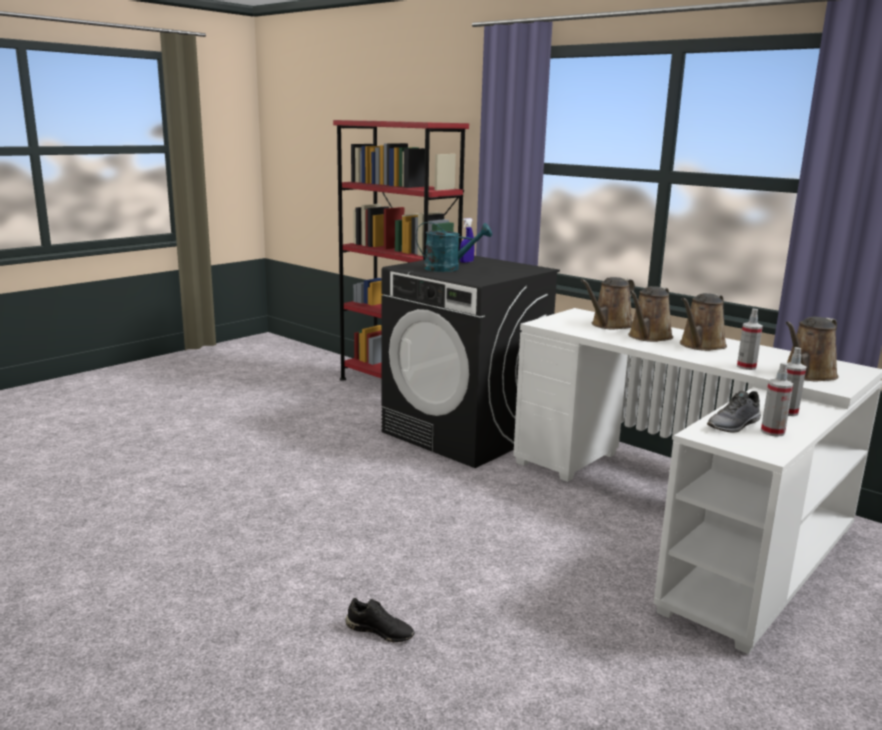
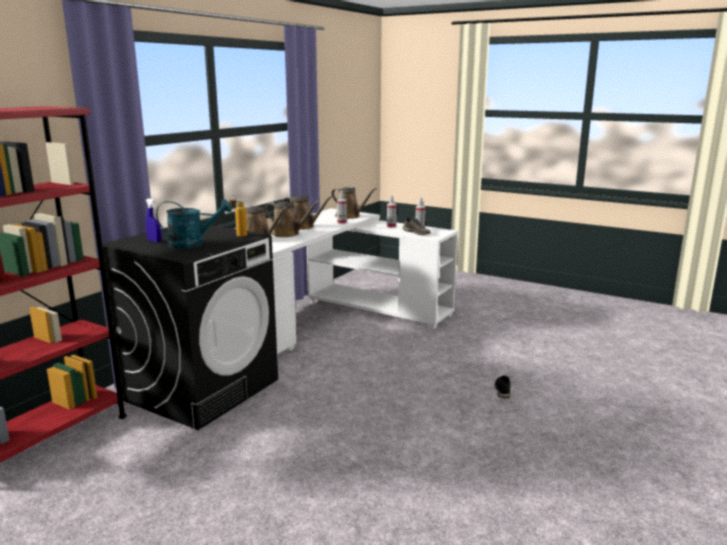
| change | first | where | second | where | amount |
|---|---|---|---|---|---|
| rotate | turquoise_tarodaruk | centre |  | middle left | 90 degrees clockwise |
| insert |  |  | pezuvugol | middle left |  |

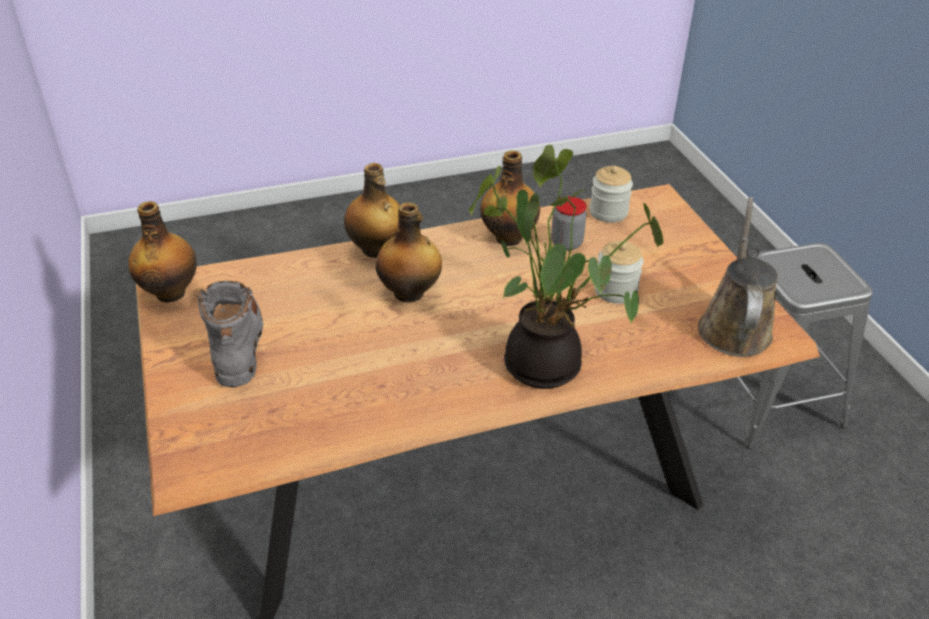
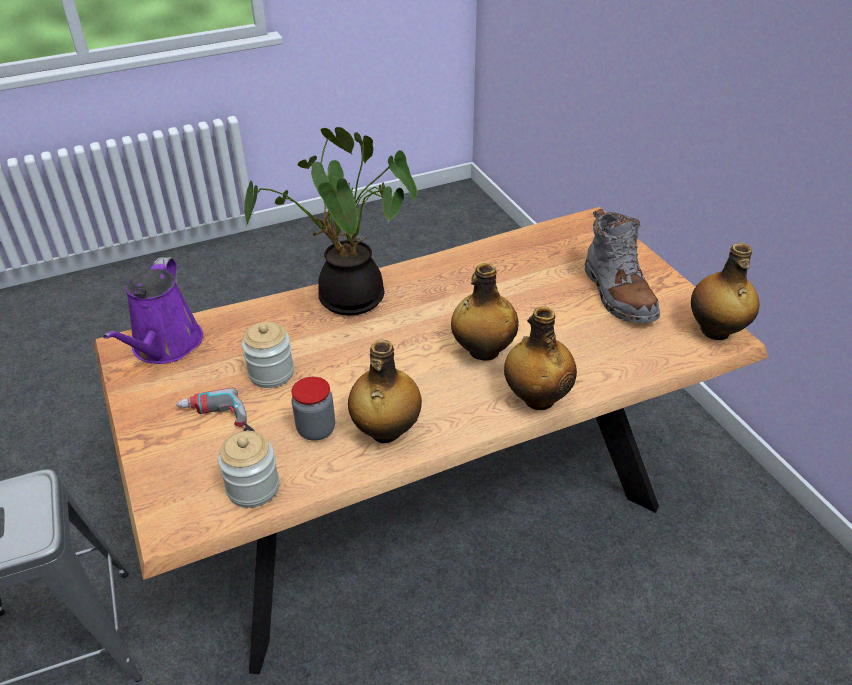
| change | first | where | second | where | amount |
|---|---|---|---|---|---|
| recolor | brown_tarodaruk | middle right | purple_tarodaruk | middle left |  |
| insert |  |  | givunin | middle left |  |

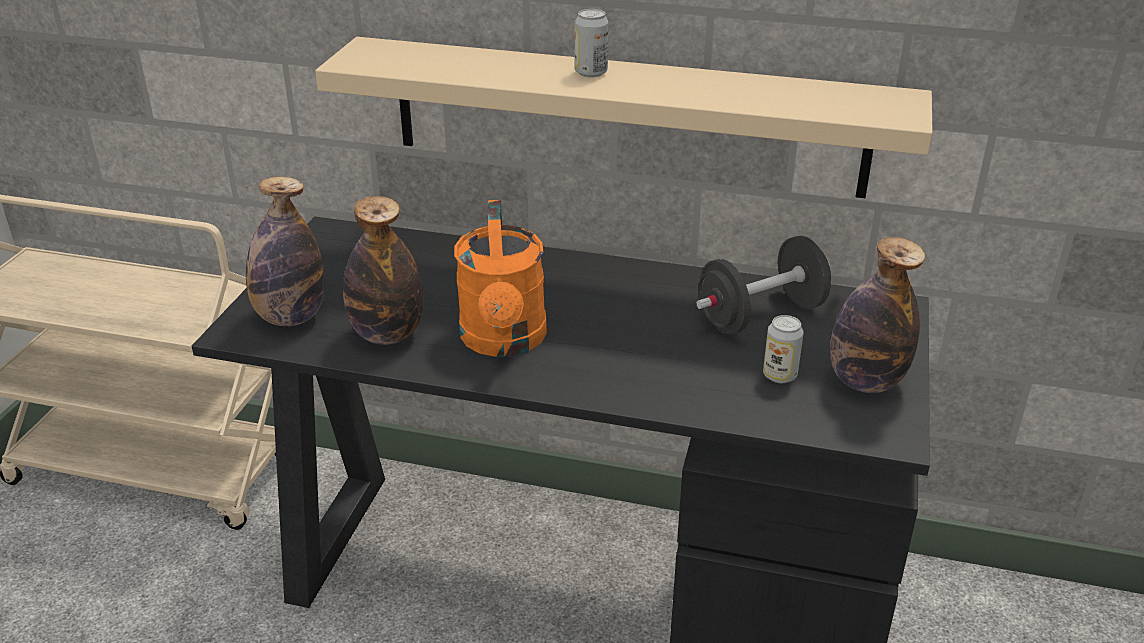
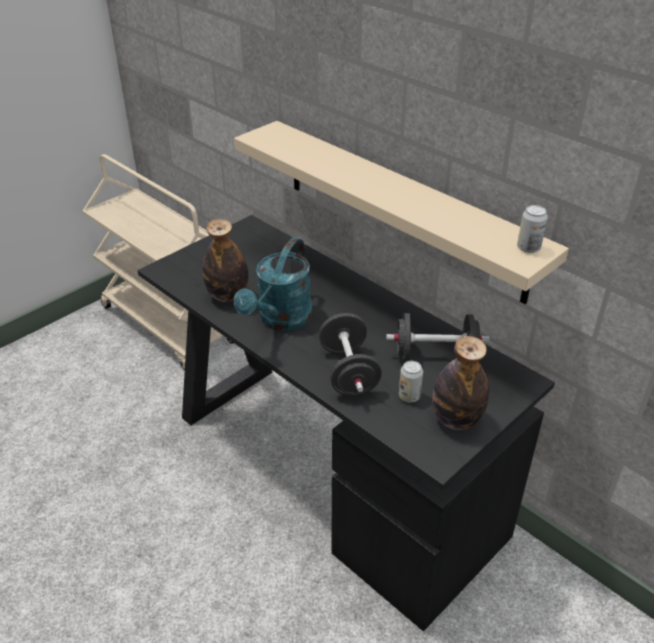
| change | first | where | second | where | amount |
|---|---|---|---|---|---|
| move | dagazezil (1st from left in the first image) | top centre | dagazezil (2nd from left) | middle right |  |
| delete | pezuvugol (1st from left) | middle left |  |  |  |
| recolor | orange_tarodaruk | centre | turquoise_tarodaruk | centre |  |
| insert |  |  | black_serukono (1st from left) | centre |  |

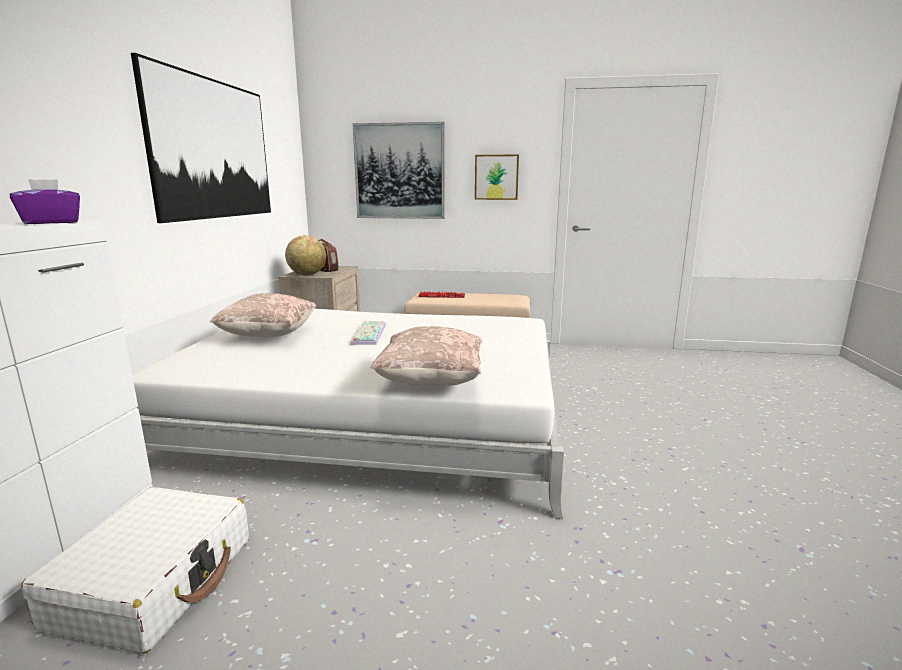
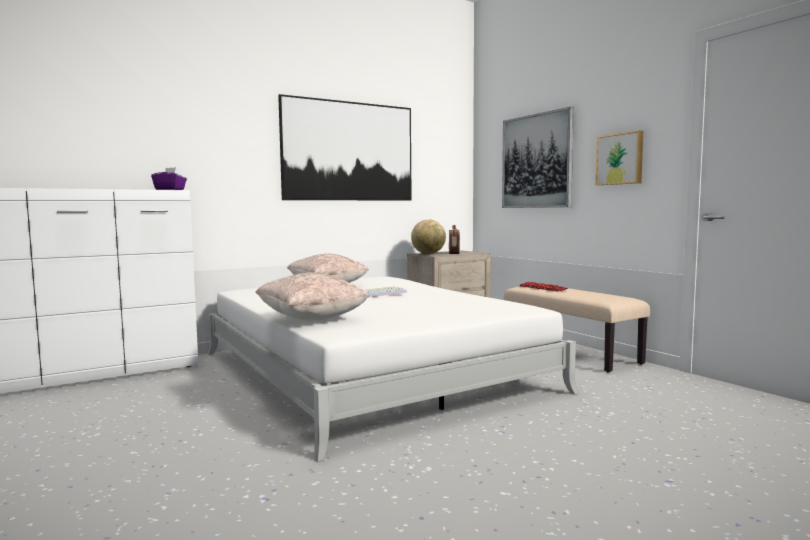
| change | first | where | second | where | amount |
|---|---|---|---|---|---|
| delete | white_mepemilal | bottom left |  |  |  |

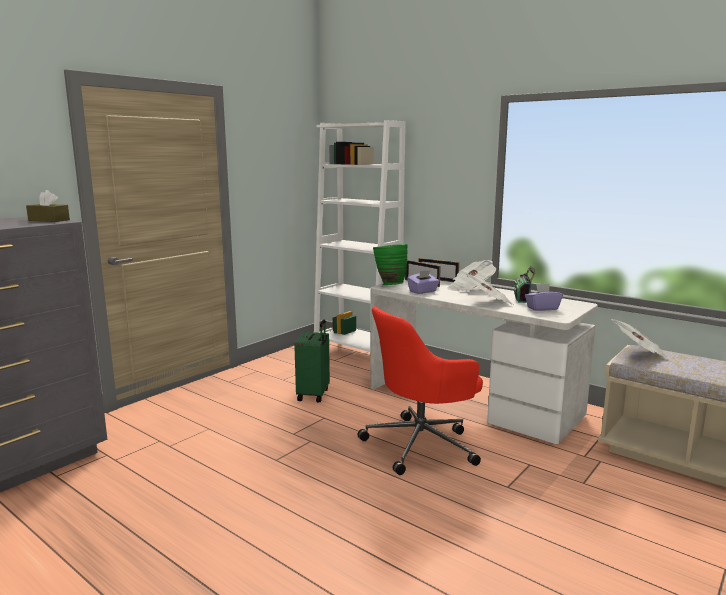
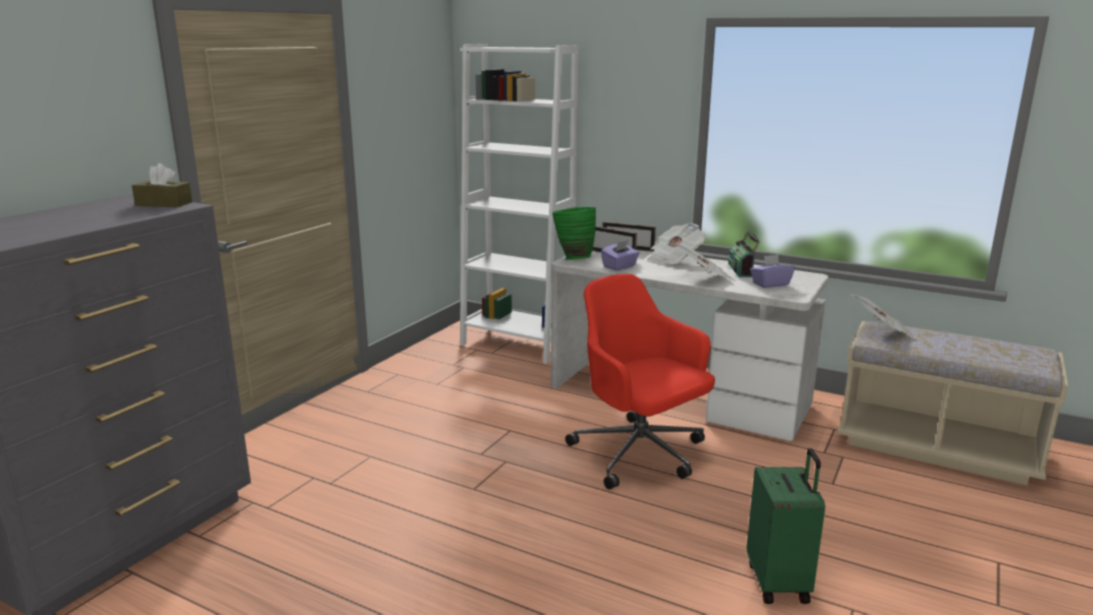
| change | first | where | second | where | amount |
|---|---|---|---|---|---|
| rotate | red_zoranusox | centre |  | centre | 90 degrees clockwise |
| move | green_mepemilal | centre |  | bottom right |  |

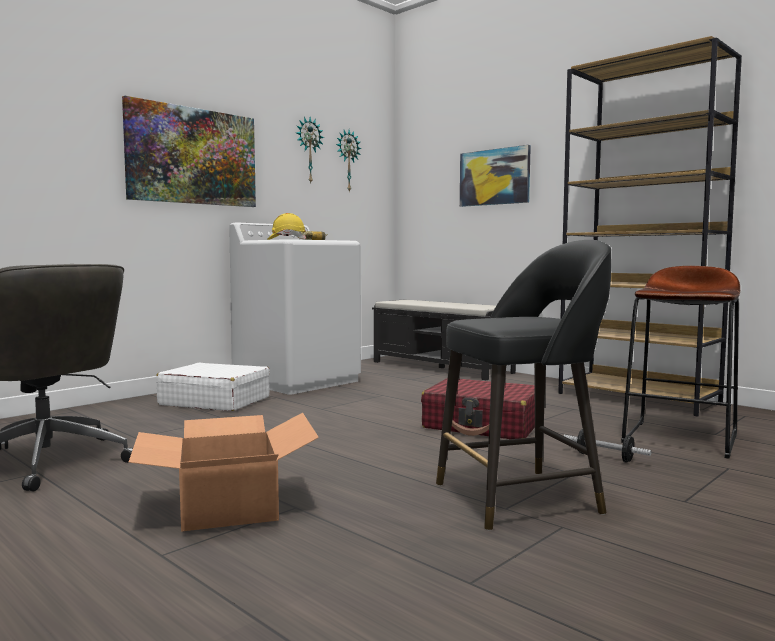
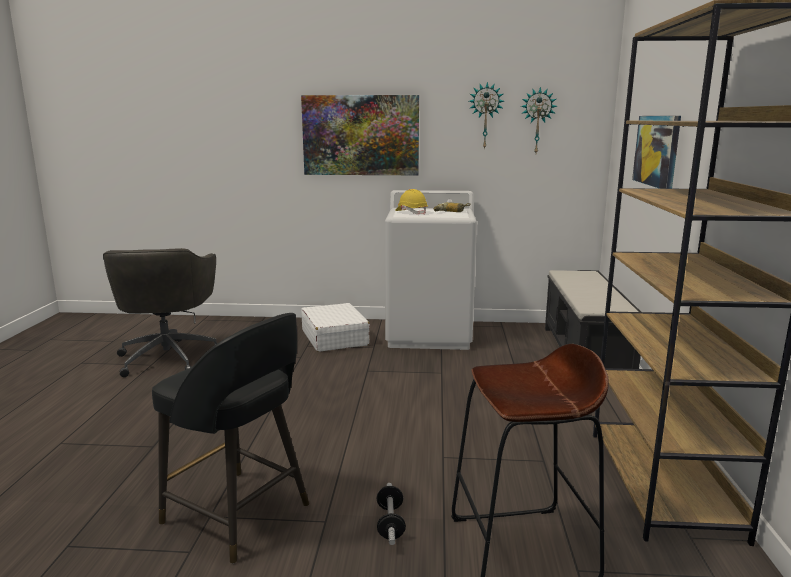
| change | first | where | second | where | amount |
|---|---|---|---|---|---|
| delete | red_mepemilal | centre |  |  |  |
| delete | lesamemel | bottom left |  |  |  |

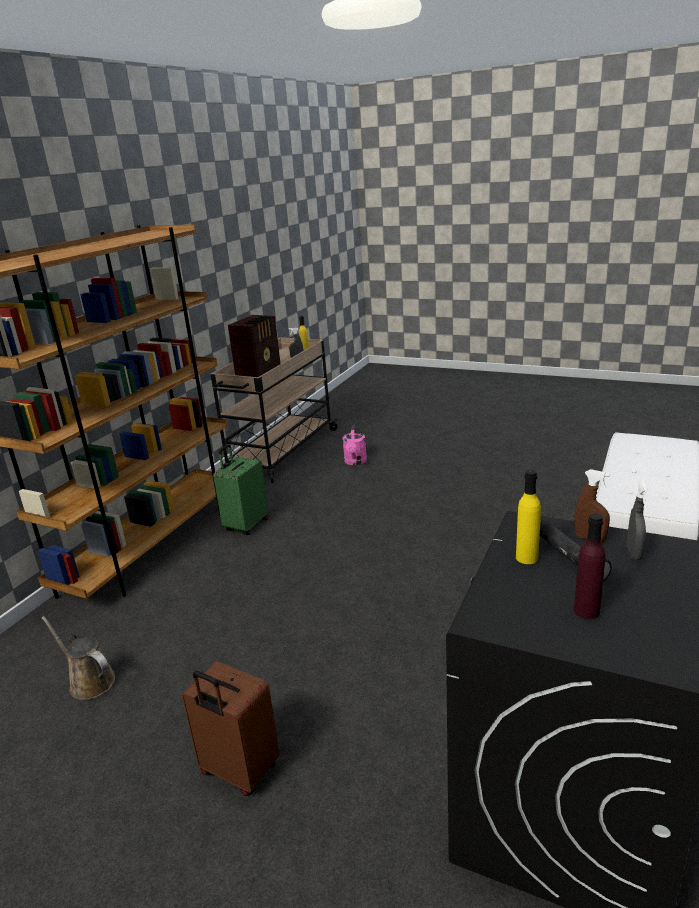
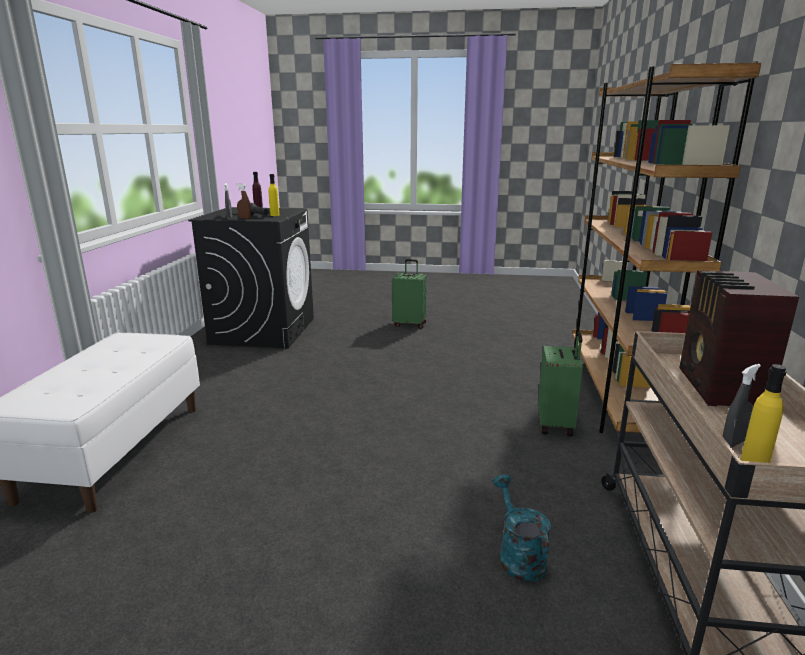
| change | first | where | second | where | amount |
|---|---|---|---|---|---|
| recolor | pink_tarodaruk | centre | turquoise_tarodaruk | bottom centre |  |
| delete | brown_tarodaruk | bottom left |  |  |  |
| recolor | brown_mepemilal | bottom left | green_mepemilal (1st from left) | centre |  |

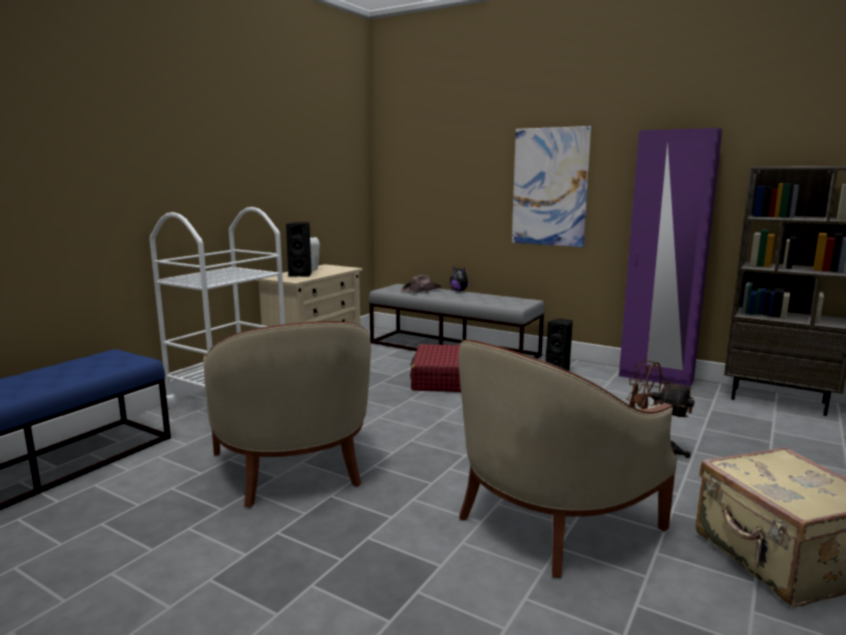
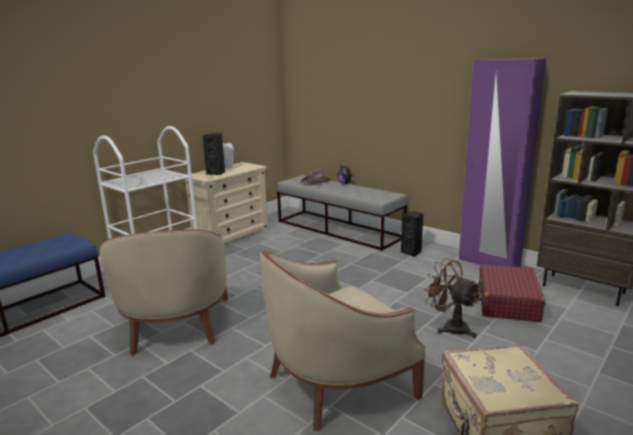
| change | first | where | second | where | amount |
|---|---|---|---|---|---|
| delete | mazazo | top centre |  |  |  |
| move | red_mepemilal | centre |  | bottom right |  |

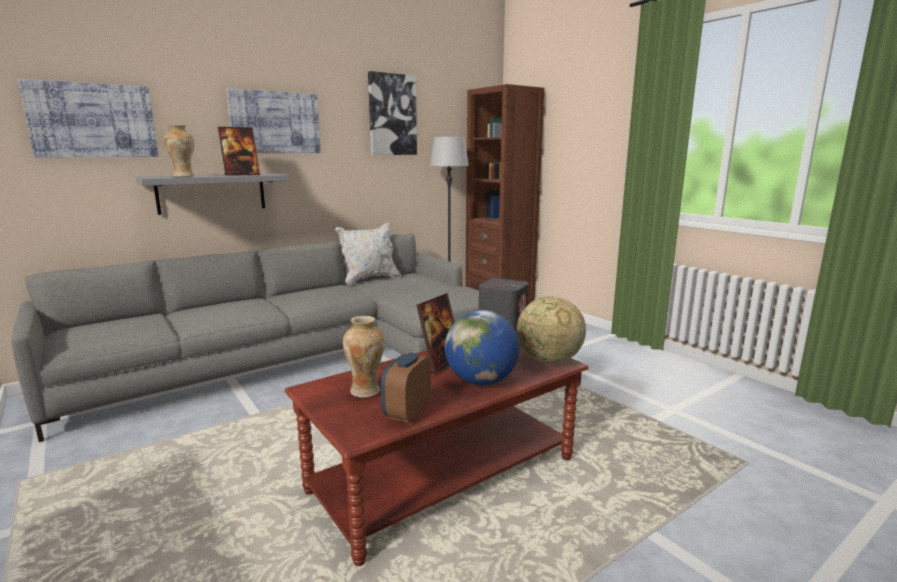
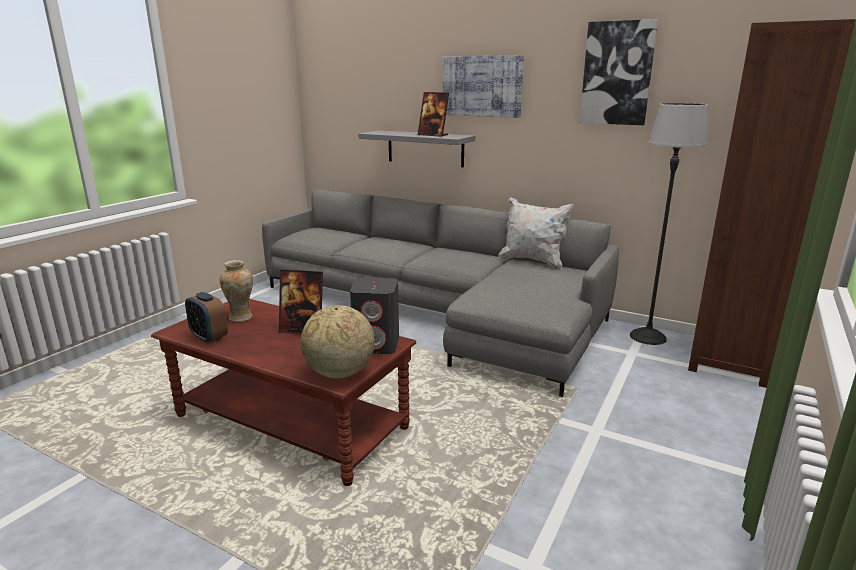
| change | first | where | second | where | amount |
|---|---|---|---|---|---|
| delete | mazazo (1st from left) | top left |  |  |  |
| delete | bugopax (1st from left) | top left |  |  |  |
| delete | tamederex (1st from left) | centre |  |  |  |
| rotate | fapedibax | bottom centre |  | middle left | 135 degrees counterclockwise |

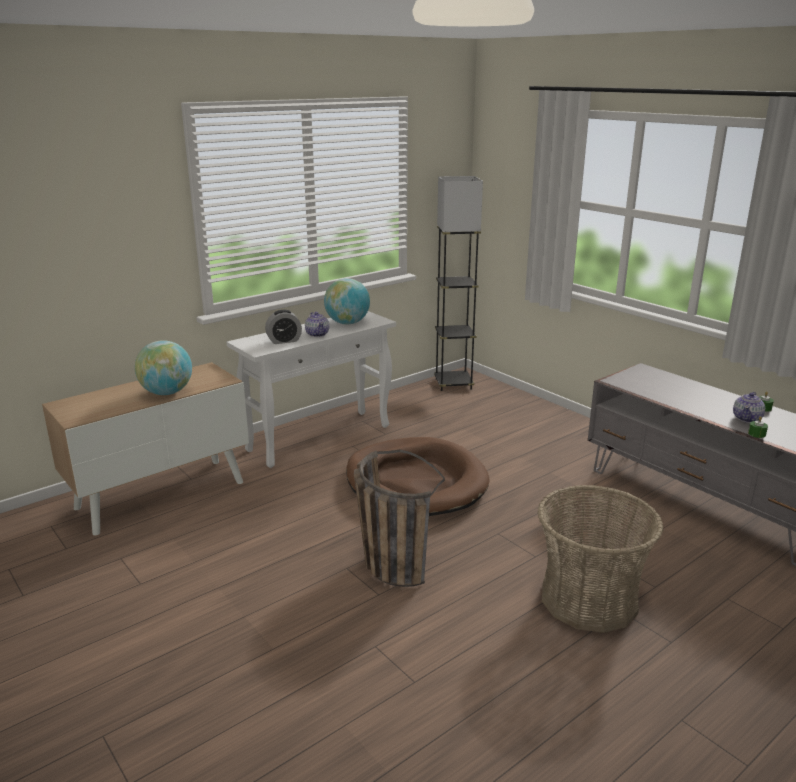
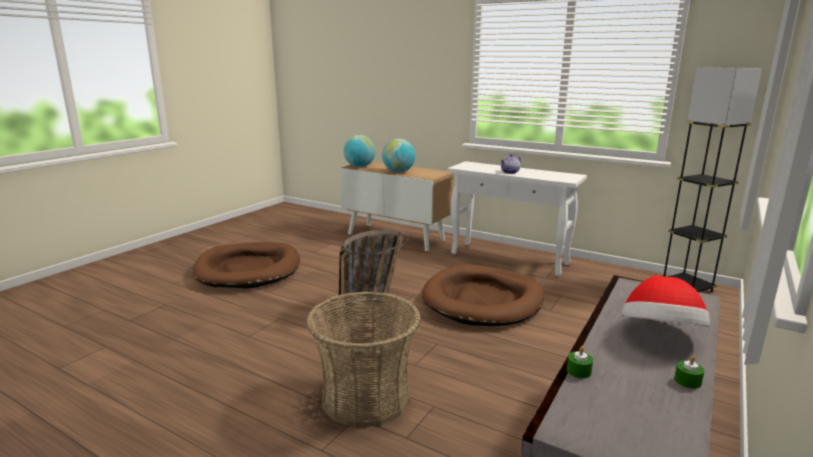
| change | first | where | second | where | amount |
|---|---|---|---|---|---|
| move | tamederex (2nd from left in the first image) | centre | tamederex (1st from left) | top centre |  |
| delete | fapedibax | centre |  |  |  |
| delete | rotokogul (2nd from left) | middle right |  |  |  |
| insert |  |  | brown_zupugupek (1st from left) | middle left |  |
| insert |  |  | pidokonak | middle right |  |

